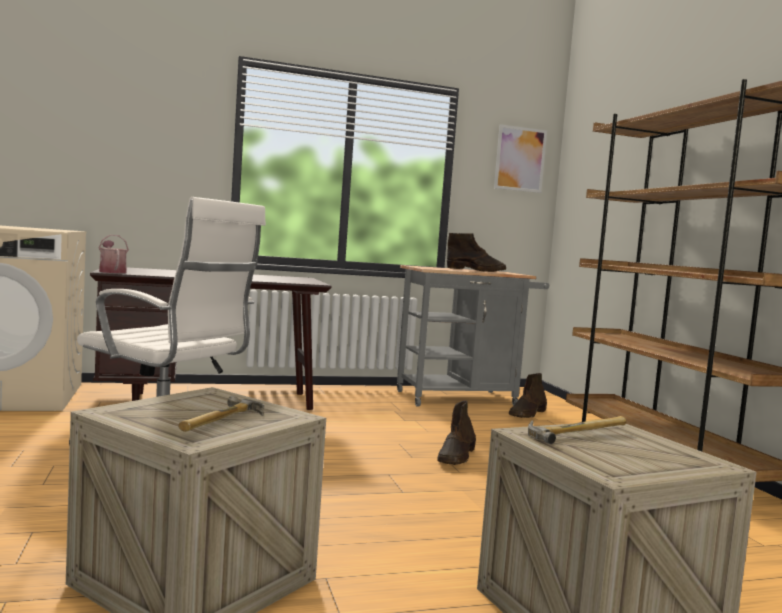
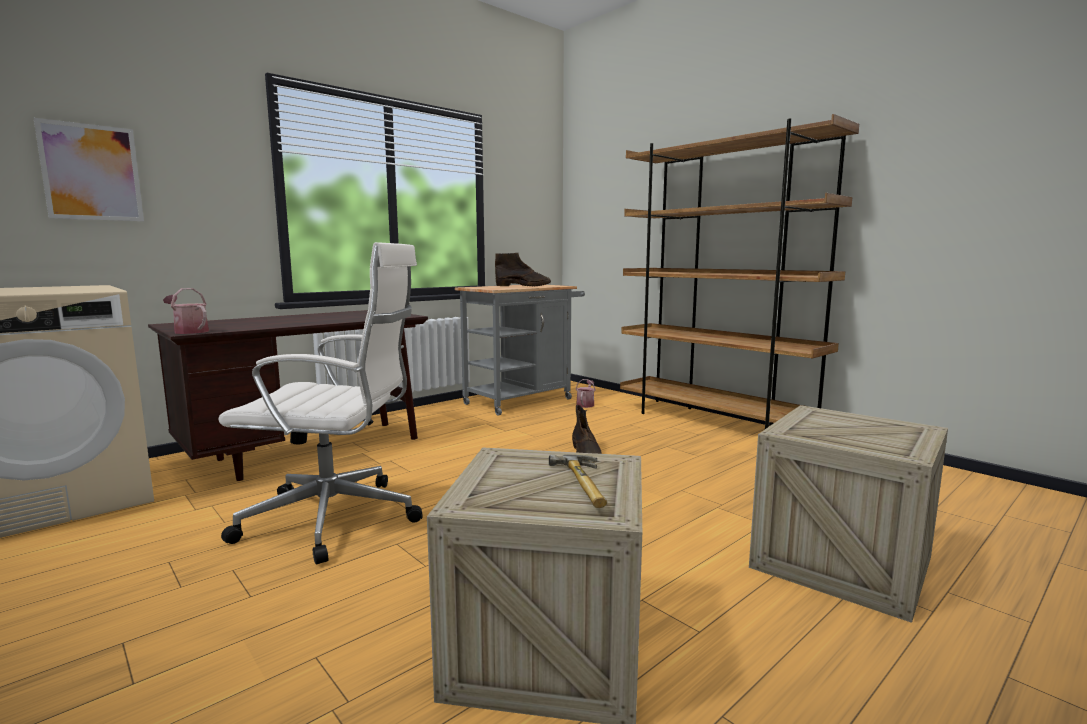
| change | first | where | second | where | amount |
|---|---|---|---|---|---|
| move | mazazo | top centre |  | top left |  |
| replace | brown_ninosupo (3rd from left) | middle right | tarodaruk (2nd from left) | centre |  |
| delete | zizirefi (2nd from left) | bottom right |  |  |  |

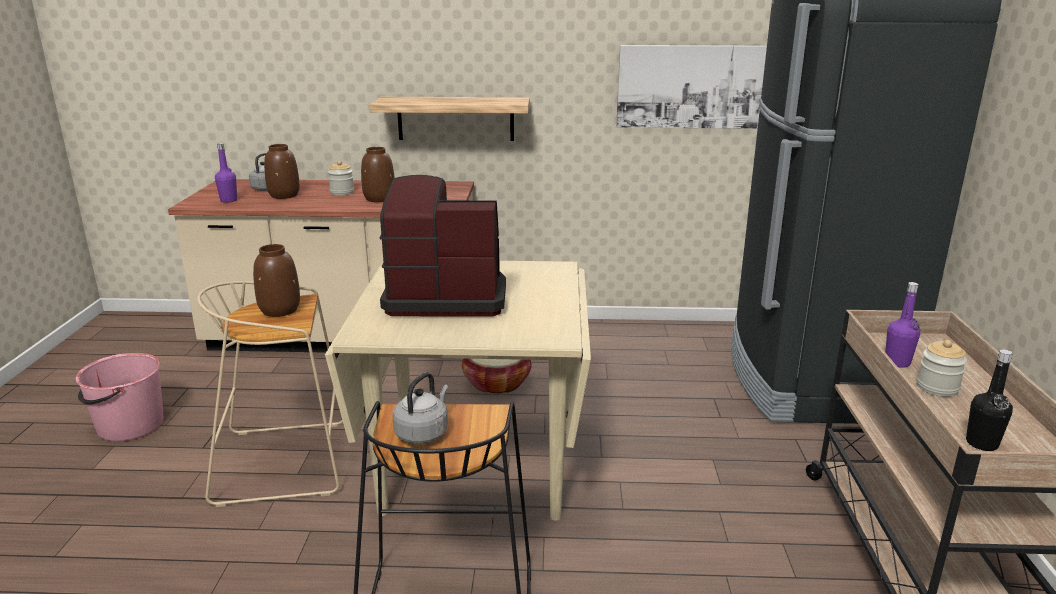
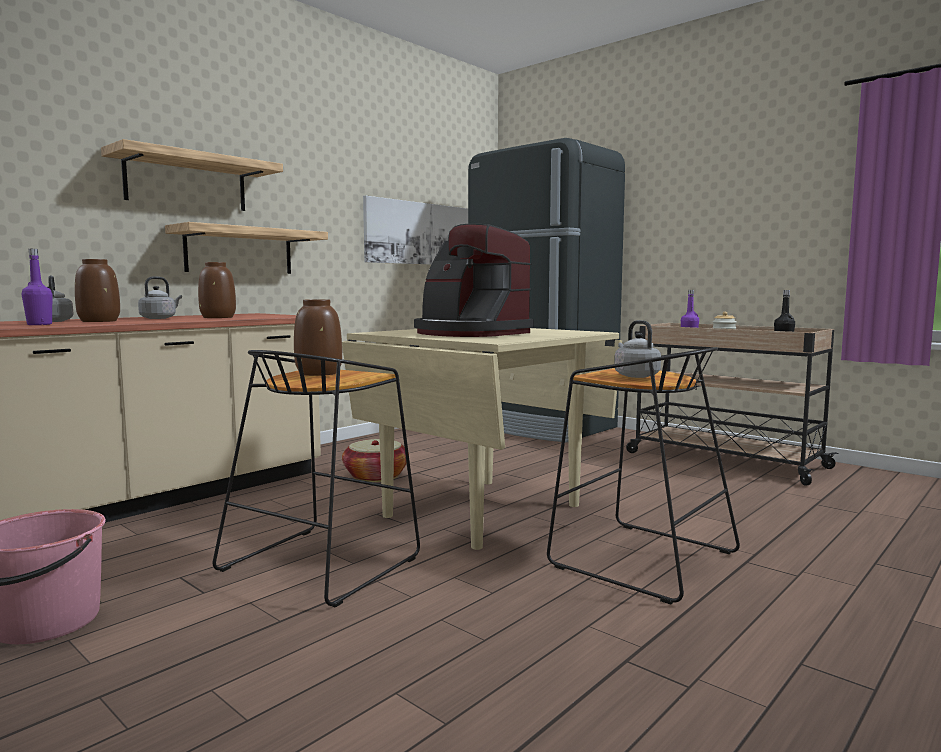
| change | first | where | second | where | amount |
|---|---|---|---|---|---|
| replace | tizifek (1st from left) | top left | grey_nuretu (2nd from left) | middle left |  |
| rotate | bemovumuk | centre |  | centre | 90 degrees counterclockwise |
| recolor | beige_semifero | middle left | black_semifero (1st from left) | centre |  |
| insert |  |  | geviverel (1st from left) | top left |  |

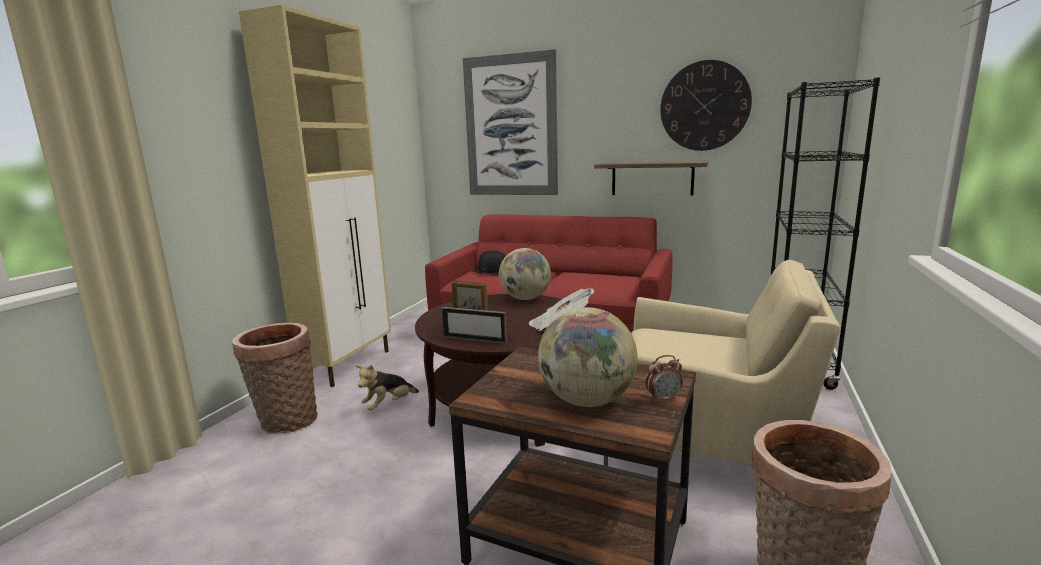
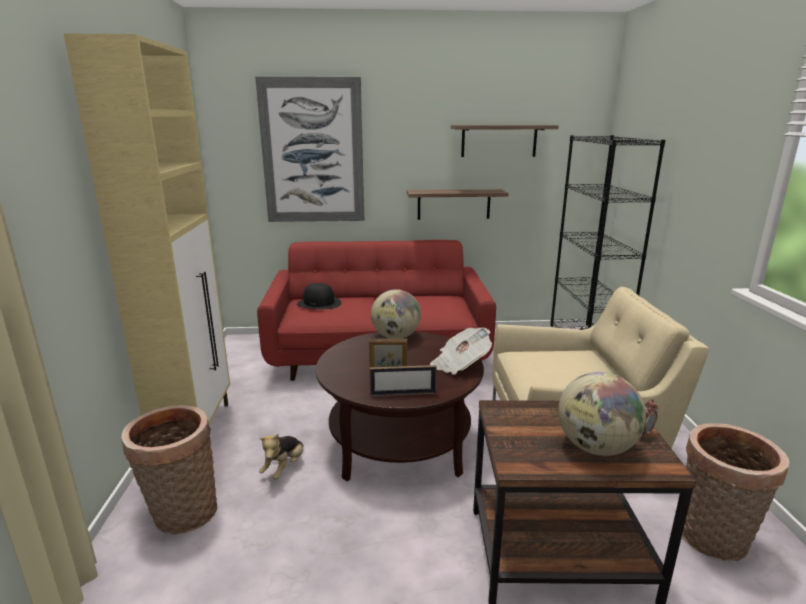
| change | first | where | second | where | amount |
|---|---|---|---|---|---|
| replace | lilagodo | top right | geviverel (2nd from left) | top centre |  |

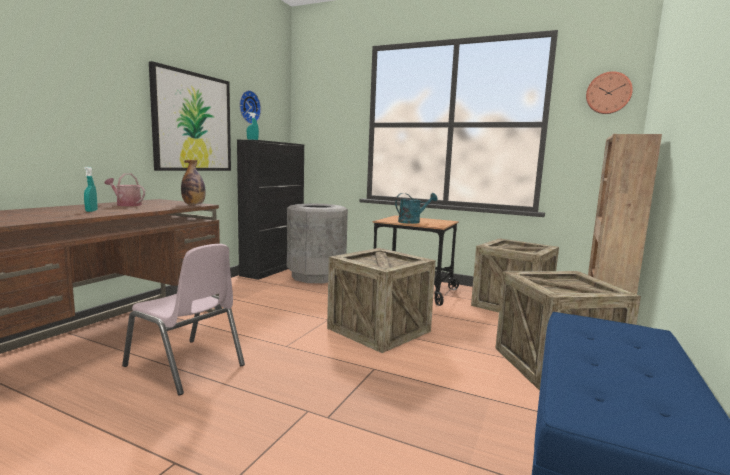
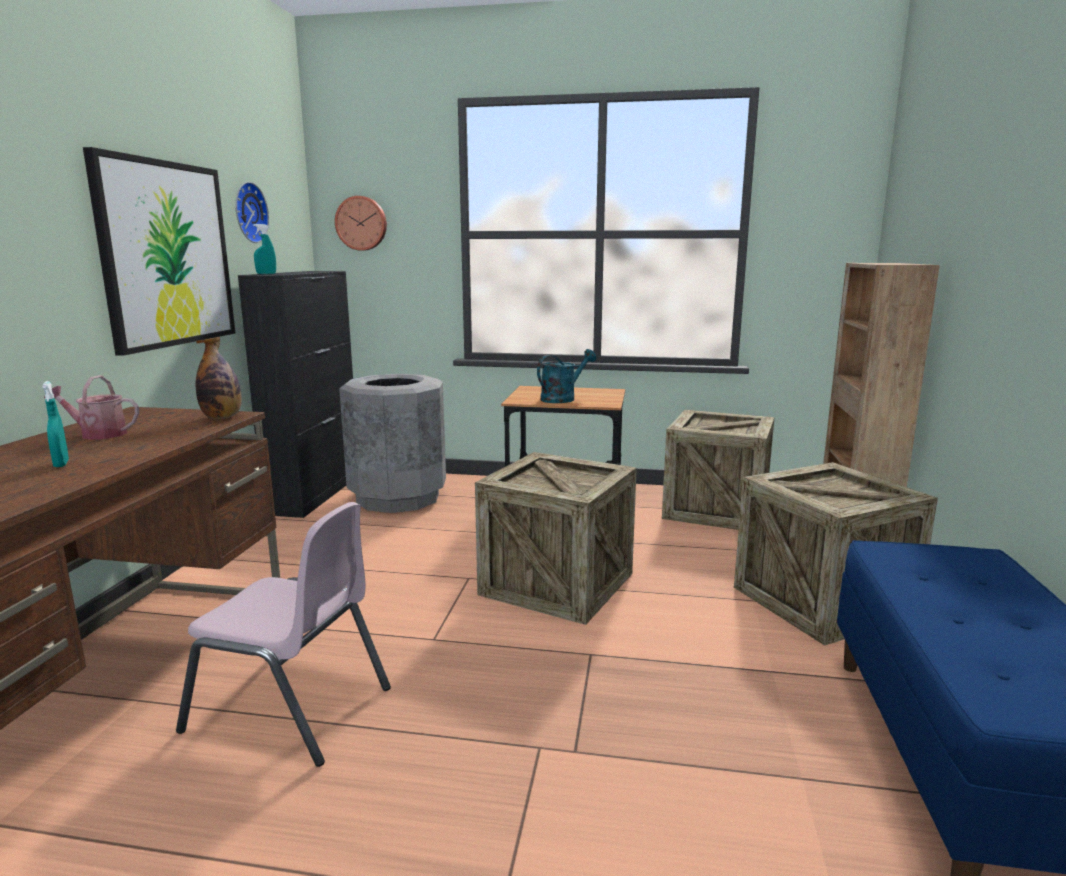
| change | first | where | second | where | amount |
|---|---|---|---|---|---|
| move | lilagodo (2nd from left) | top right |  | top centre |  |

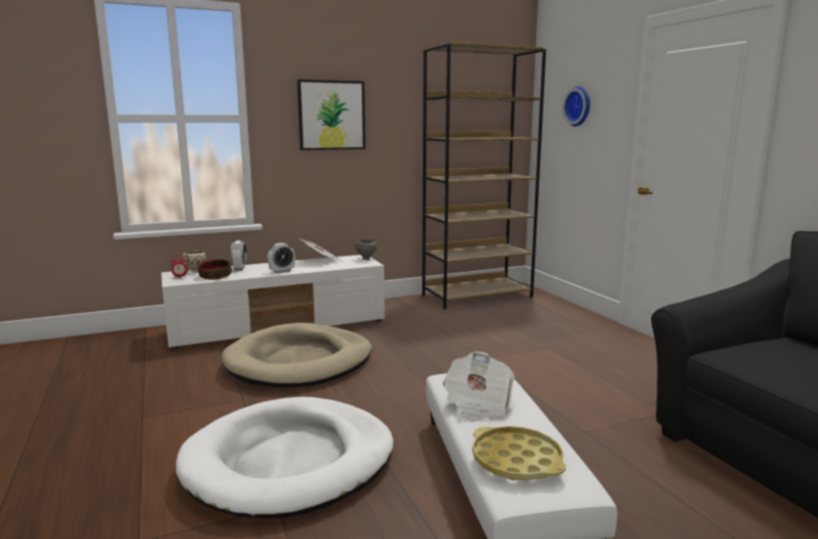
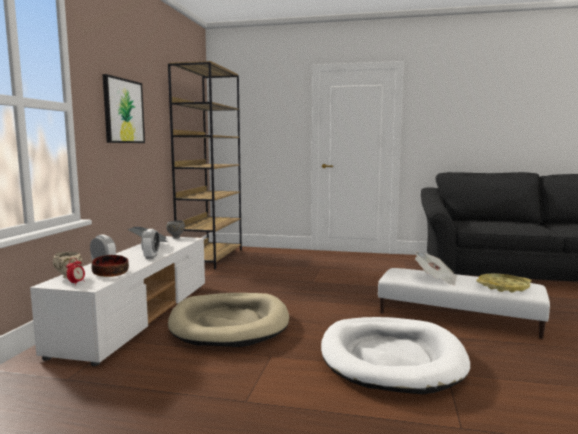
| change | first | where | second | where | amount |
|---|---|---|---|---|---|
| delete | lilagodo | top right |  |  |  |

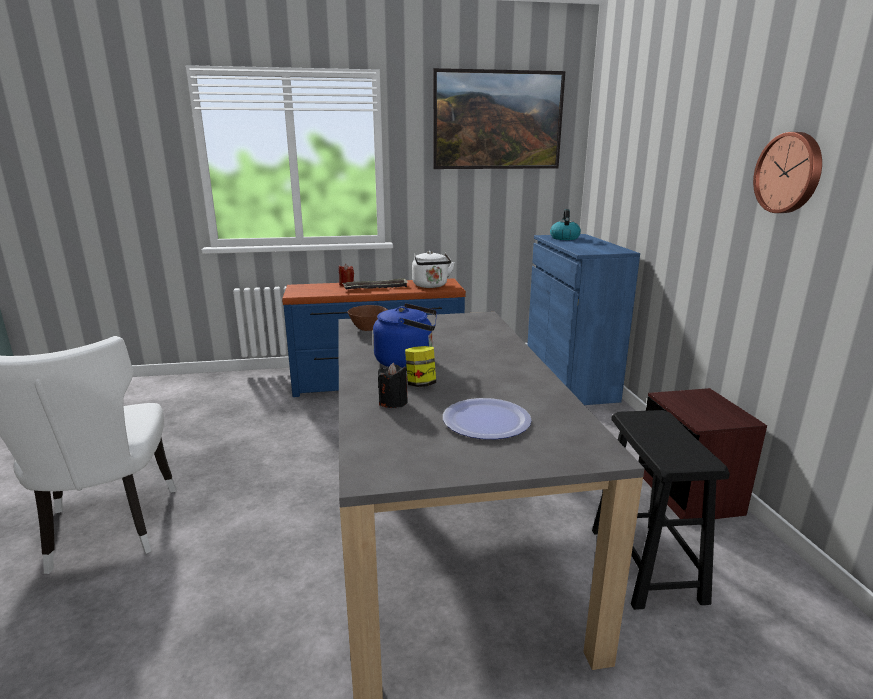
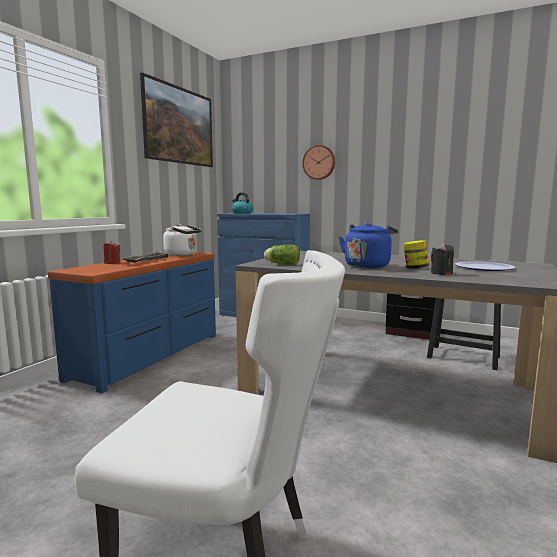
| change | first | where | second | where | amount |
|---|---|---|---|---|---|
| move | lilagodo | top right |  | top centre |  |
| replace | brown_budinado | centre | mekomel | centre |  |

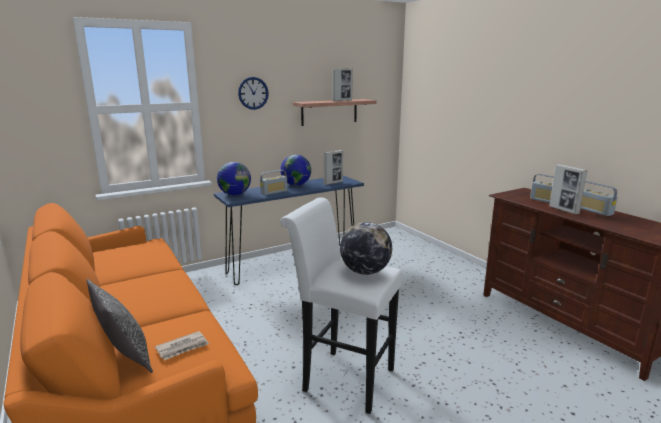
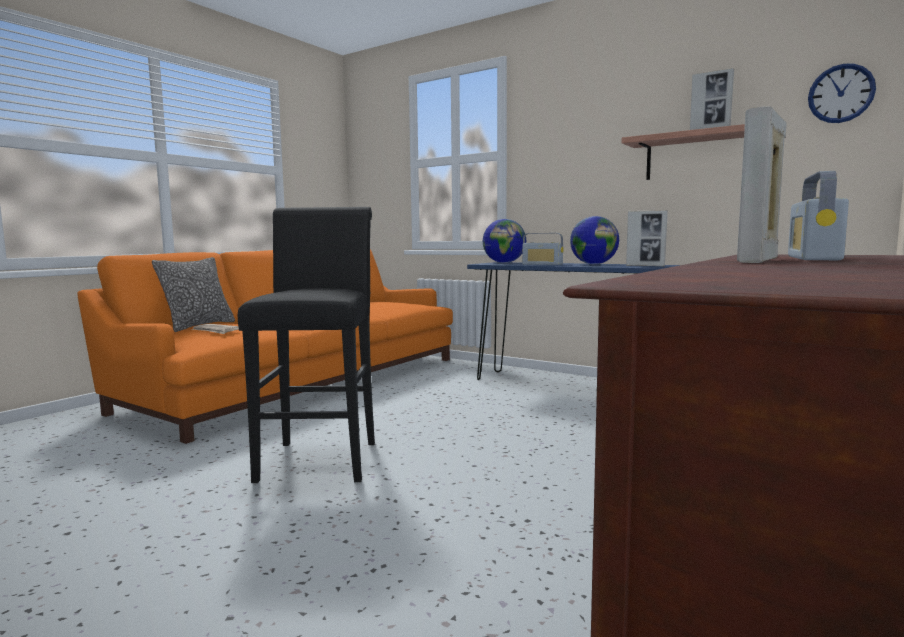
| change | first | where | second | where | amount |
|---|---|---|---|---|---|
| move | lilagodo | top centre |  | top right |  |
| delete | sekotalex (3rd from left) | middle right |  |  |  |
| recolor | white_semifero | bottom centre | black_semifero | centre |  |
| delete | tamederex (3rd from left) | centre |  |  |  |

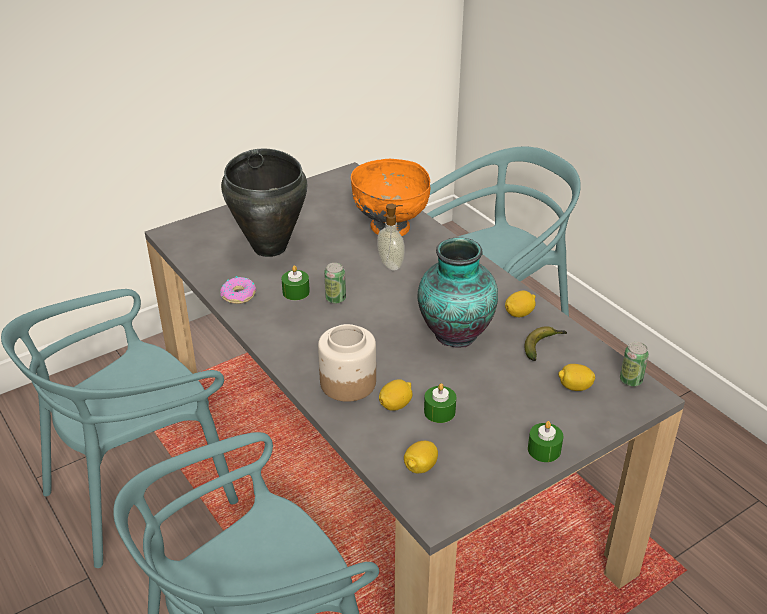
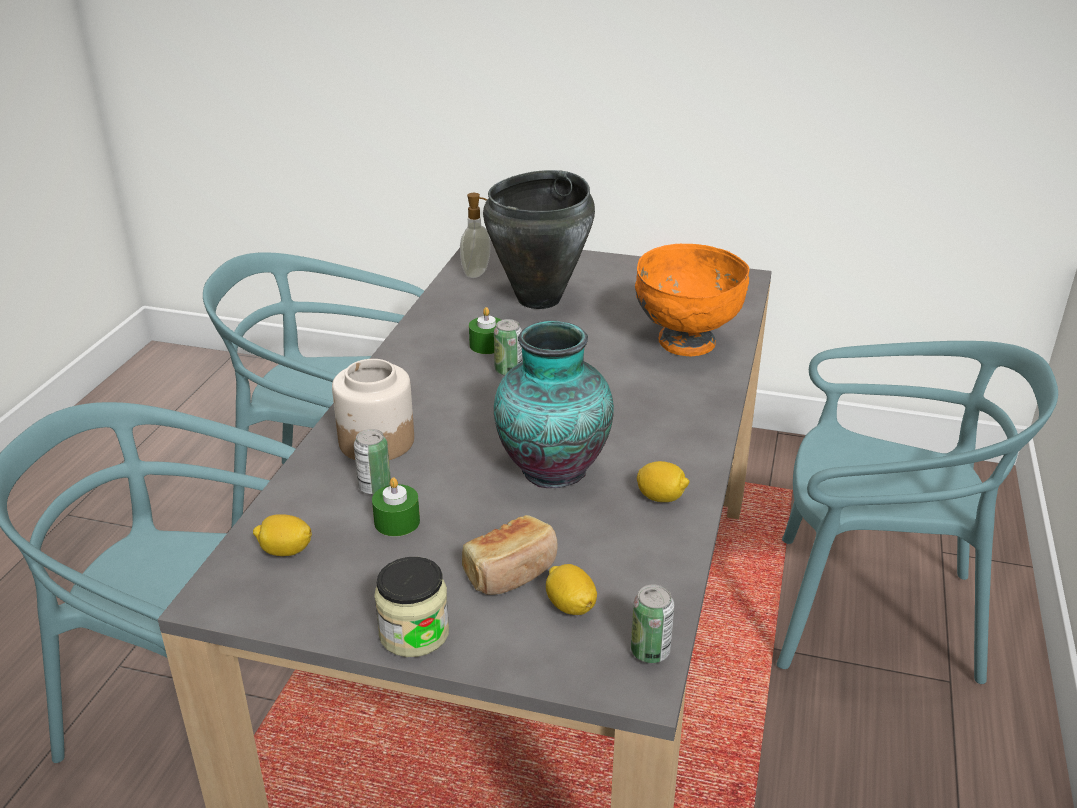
| change | first | where | second | where | amount |
|---|---|---|---|---|---|
| move | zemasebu | centre |  | top centre |  |
| delete | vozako | middle left |  |  |  |
| delete | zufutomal | middle right |  |  |  |
| replace | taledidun (1st from left) | centre | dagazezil (1st from left) | centre |  |
| replace | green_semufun (3rd from left) | bottom right | tizifek (2nd from left) | bottom centre |  |
| insert |  |  | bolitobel | bottom centre |  |

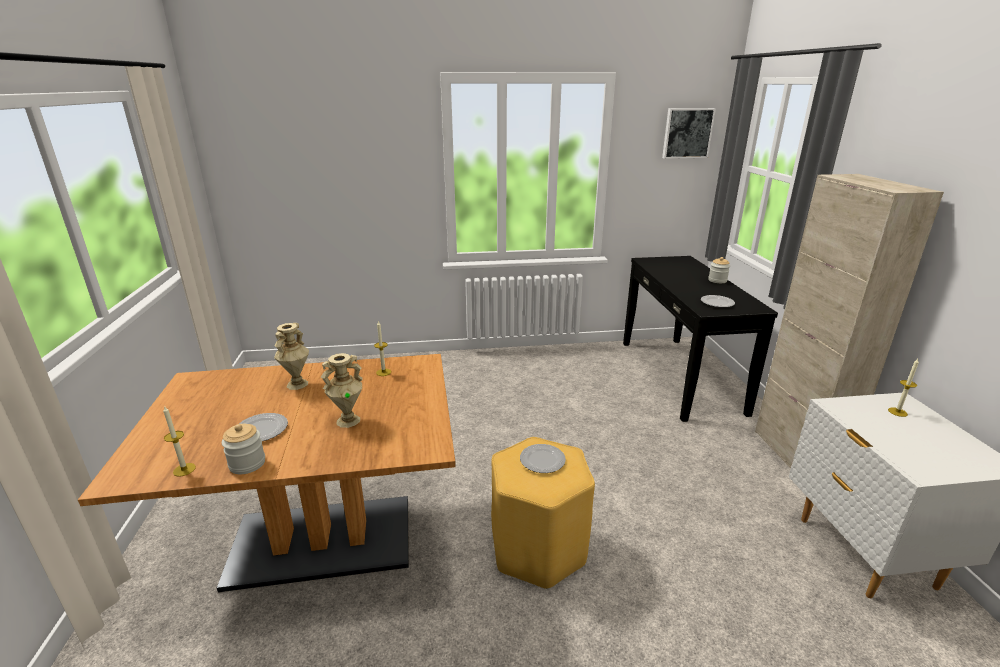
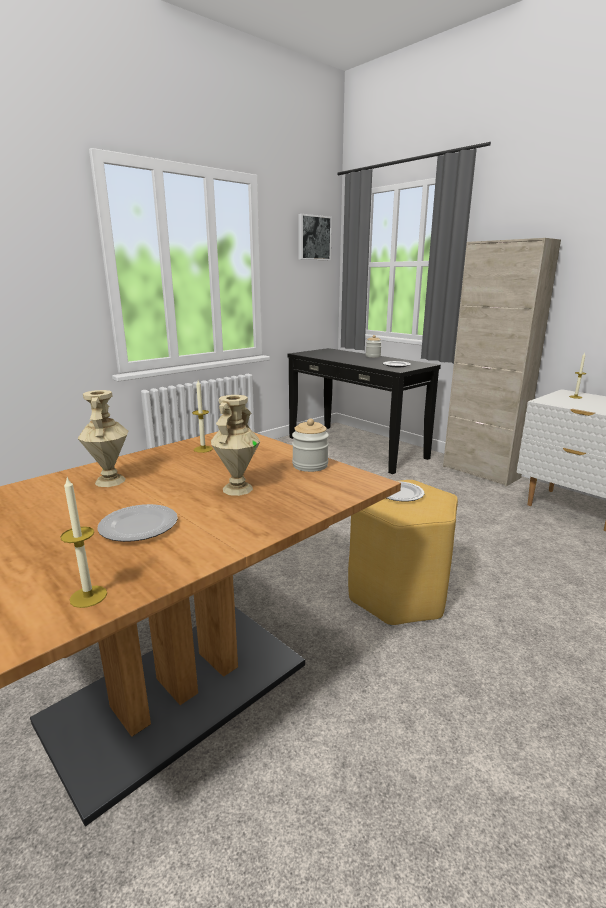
| change | first | where | second | where | amount |
|---|---|---|---|---|---|
| move | tizifek (1st from left) | bottom left |  | centre |  |

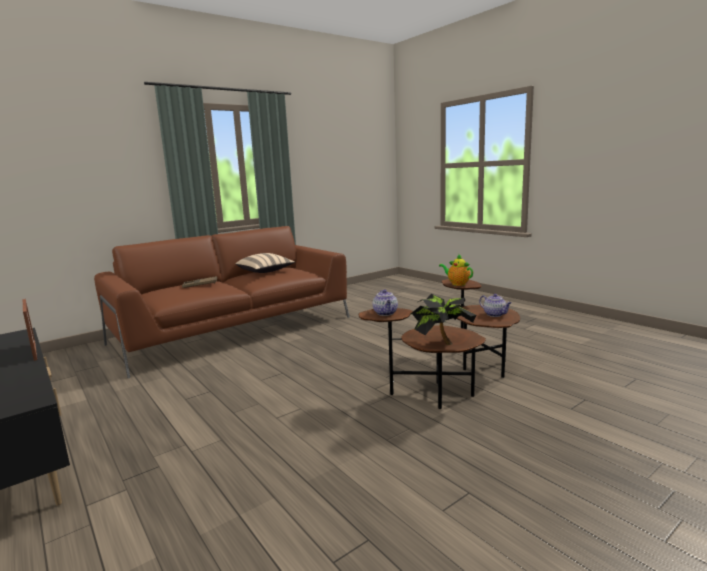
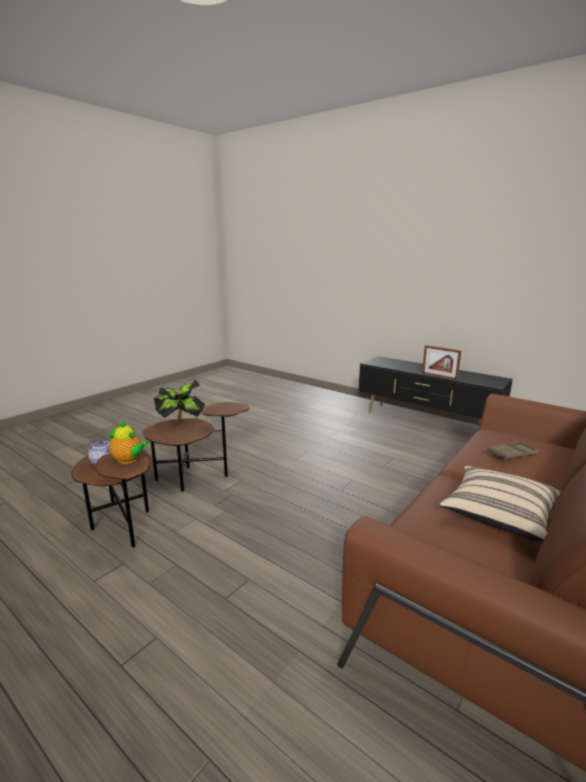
| change | first | where | second | where | amount |
|---|---|---|---|---|---|
| delete | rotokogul (1st from left) | centre |  |  |  |

